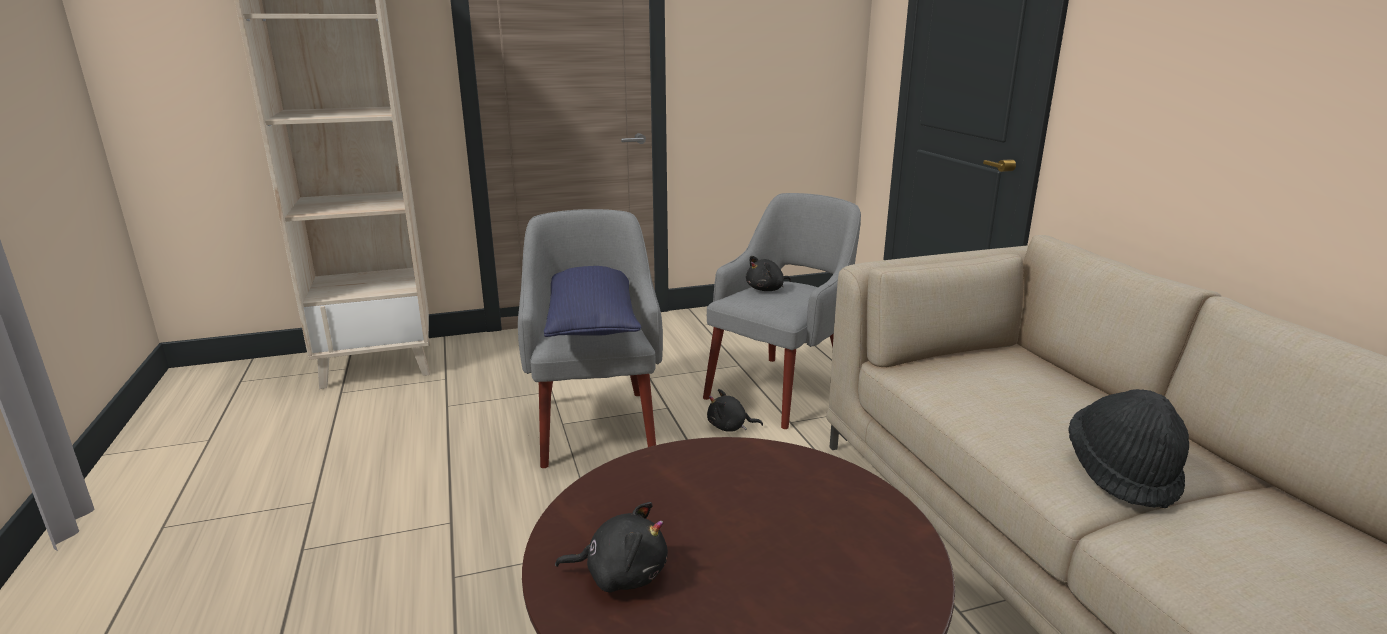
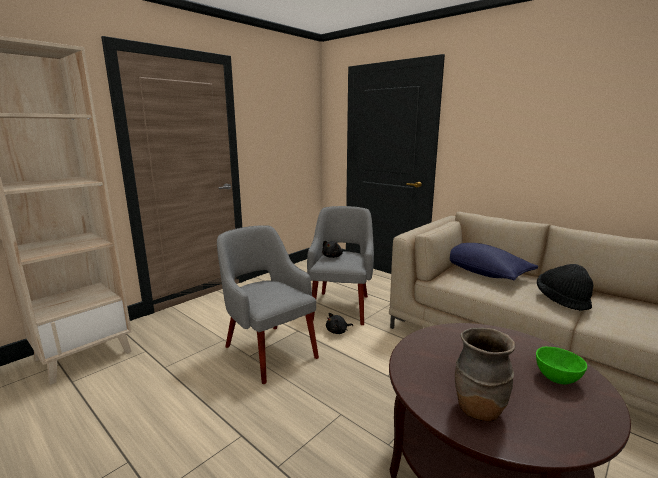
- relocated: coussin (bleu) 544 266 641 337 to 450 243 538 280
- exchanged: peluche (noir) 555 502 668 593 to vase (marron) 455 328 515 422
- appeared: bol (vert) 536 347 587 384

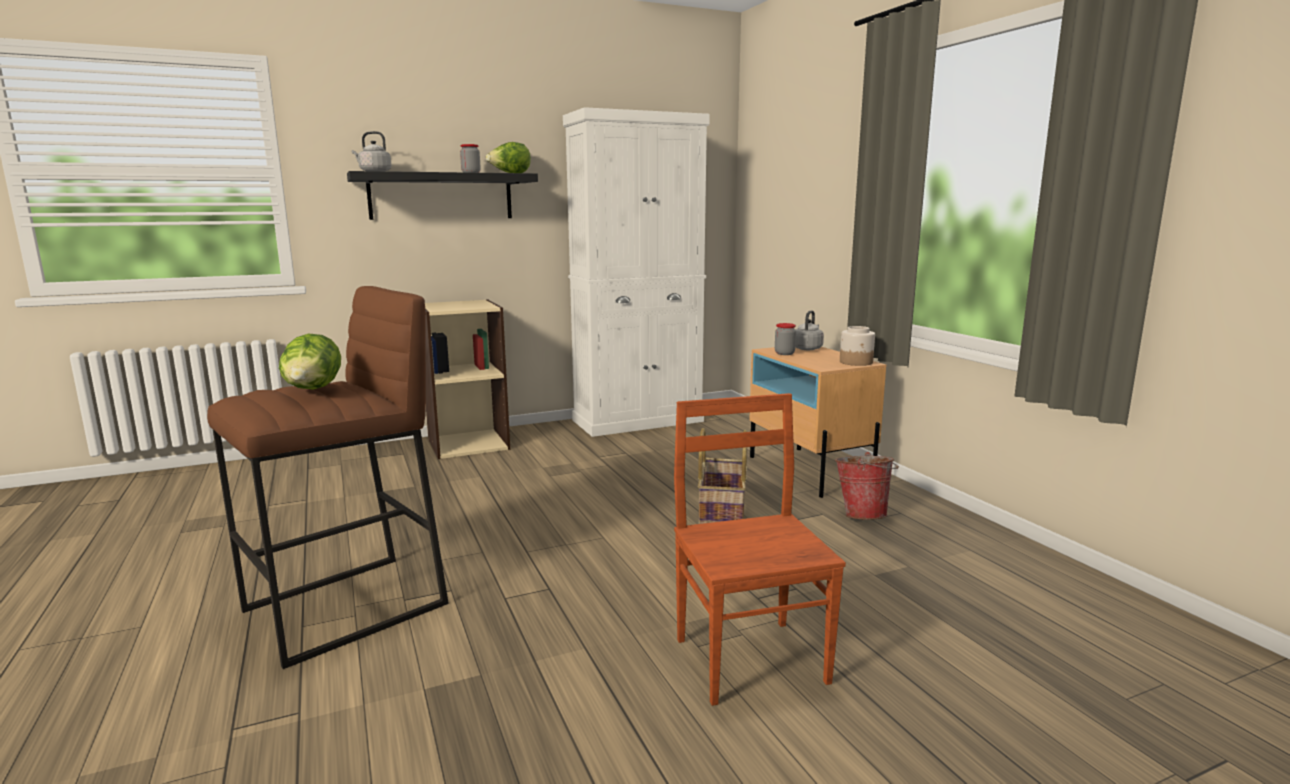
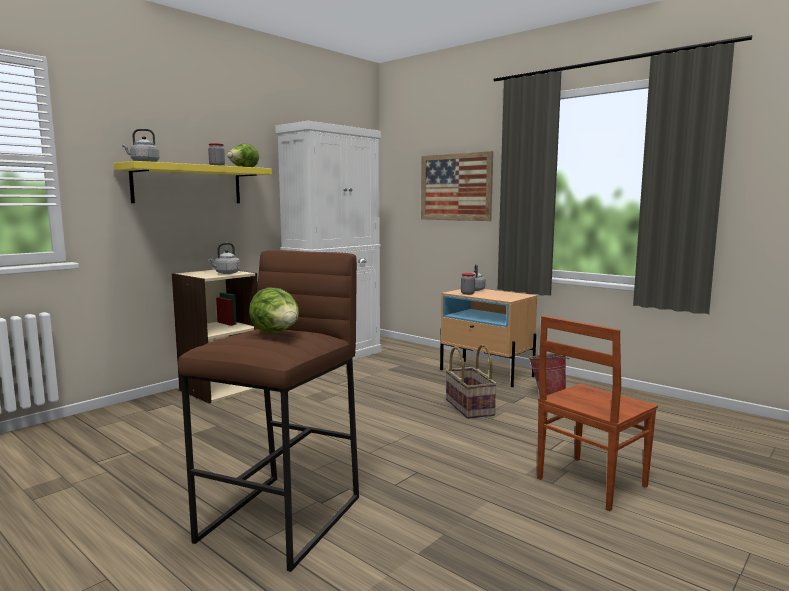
- colour: étagère (noir) 347 171 538 220 to étagère (jaune) 113 161 272 203
- spun: chaise (marron) 674 393 846 706 = 537 316 658 511 90 degrees counterclockwise
- missing: bocal 840 326 875 366
- appeared: bouilloire (gris) 208 243 240 274
- appeared: tableau 421 151 493 221

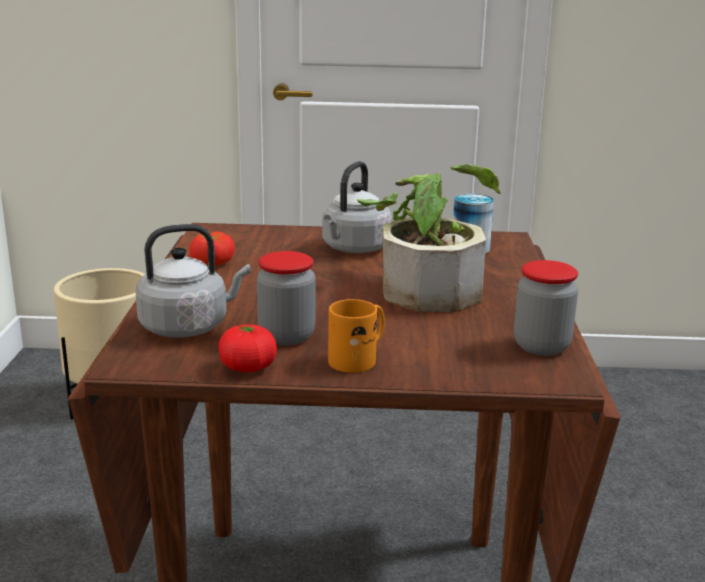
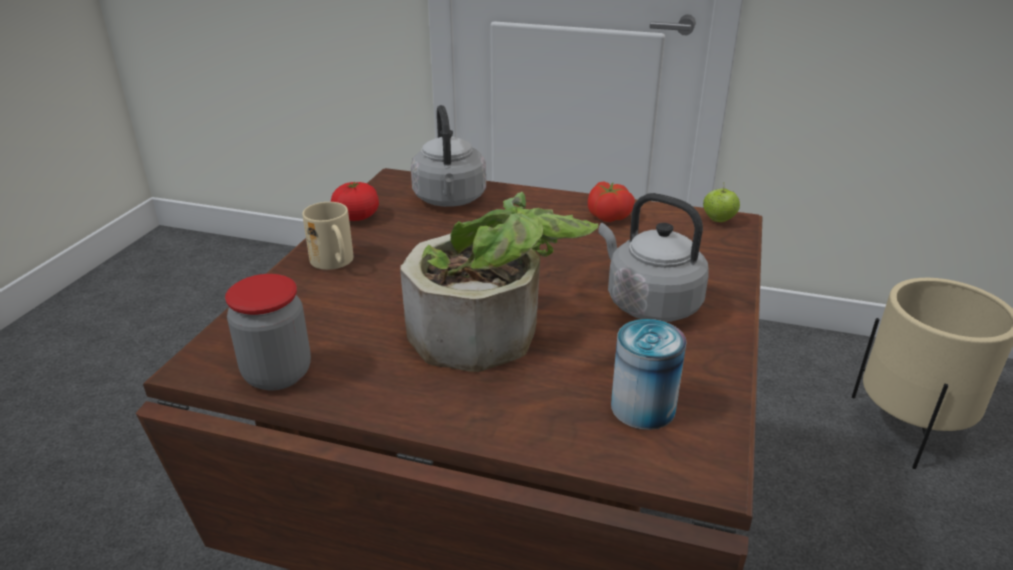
- missing: bocal 257 251 315 345
- colour: mug (orange) 328 299 385 373 to mug (beige) 302 202 354 270
- appeared: pomme 703 182 740 222

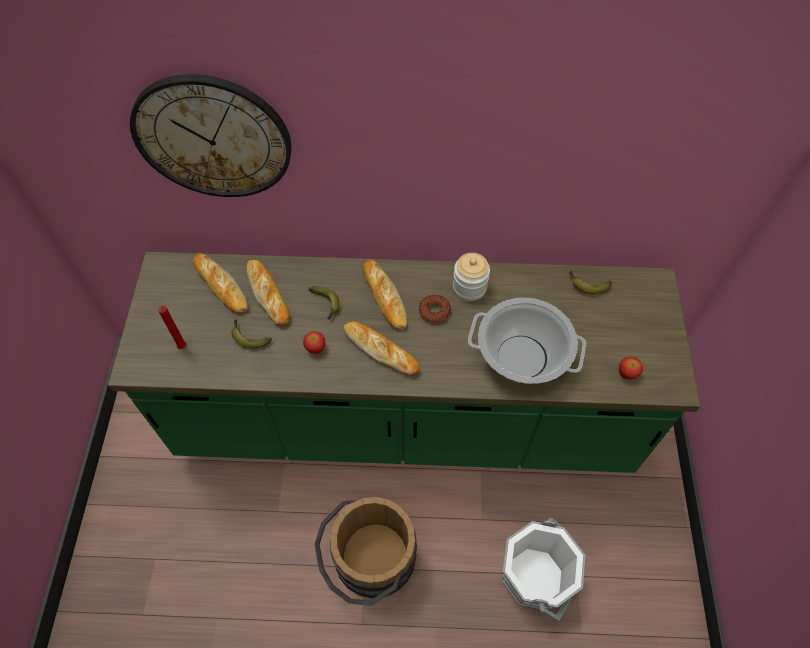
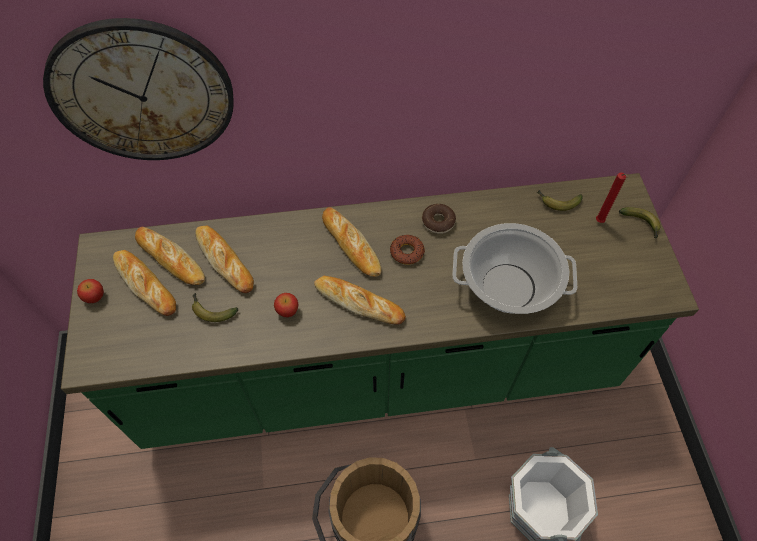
- relocated: bougie (rouge) 158 306 186 349 to 596 173 628 223
- relocated: banane 309 286 340 319 to 619 207 661 239
- exchanged: bocal 453 253 490 301 to beignet 422 204 456 234
- relocated: pomme 619 357 643 379 to 77 279 104 303
- appeared: pain 113 250 176 316

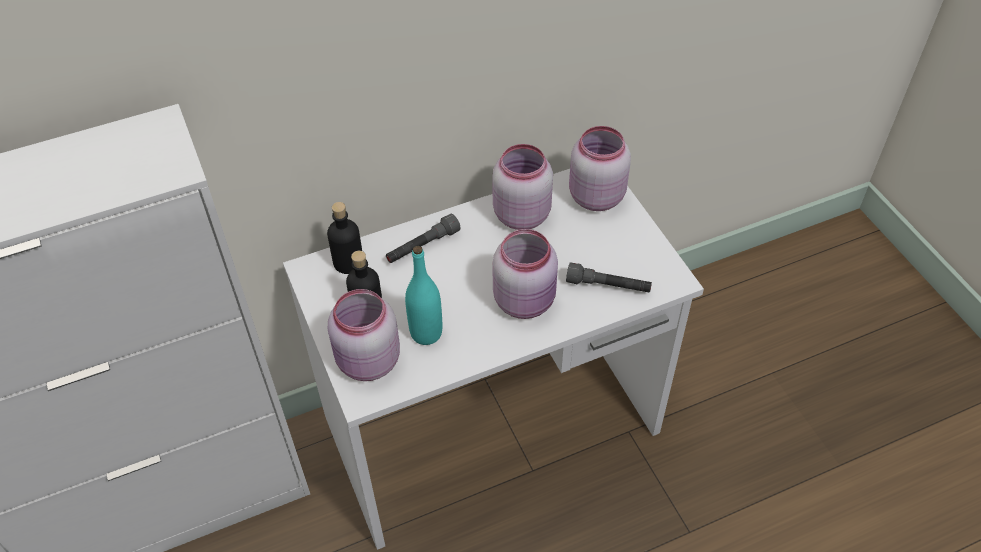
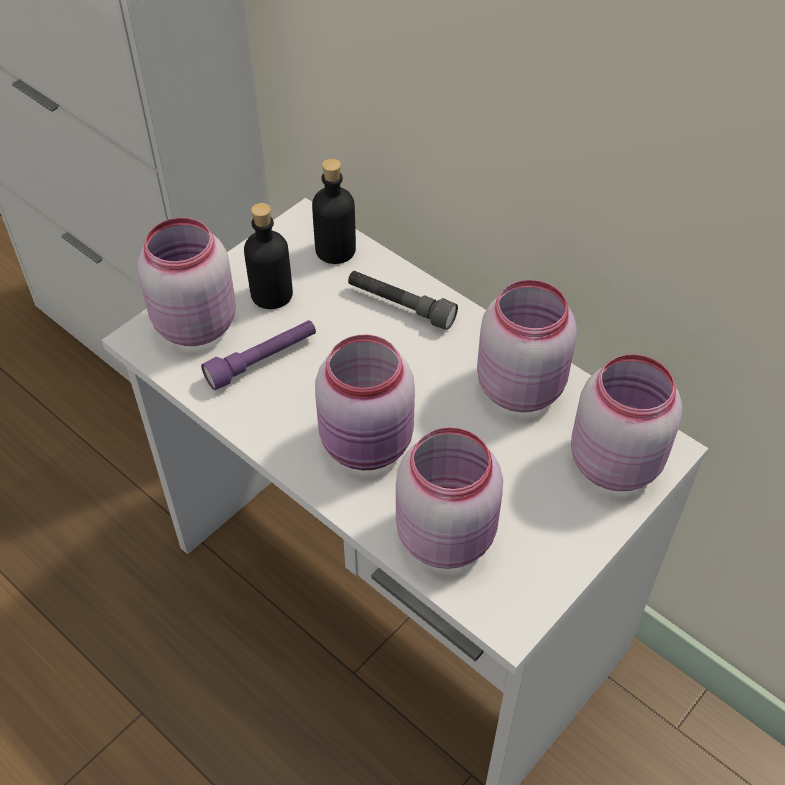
- exchanged: bouteille (turquoise) 405 246 442 345 to lampe de poche (violet) 201 320 316 390
- exchanged: lampe de poche (gris) 566 263 652 293 to bocal (rose) 396 427 503 569

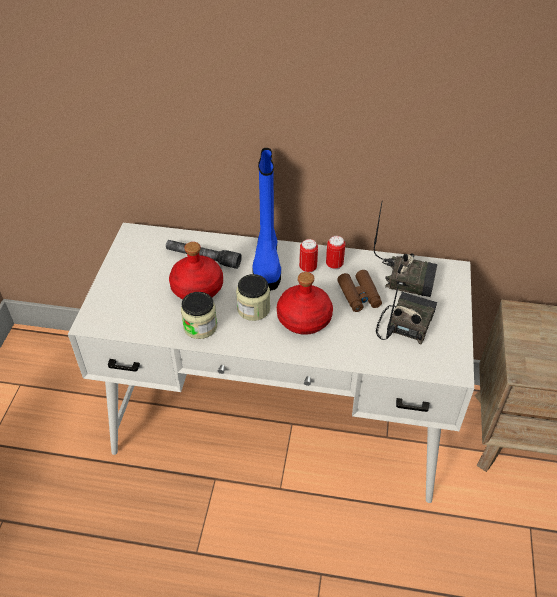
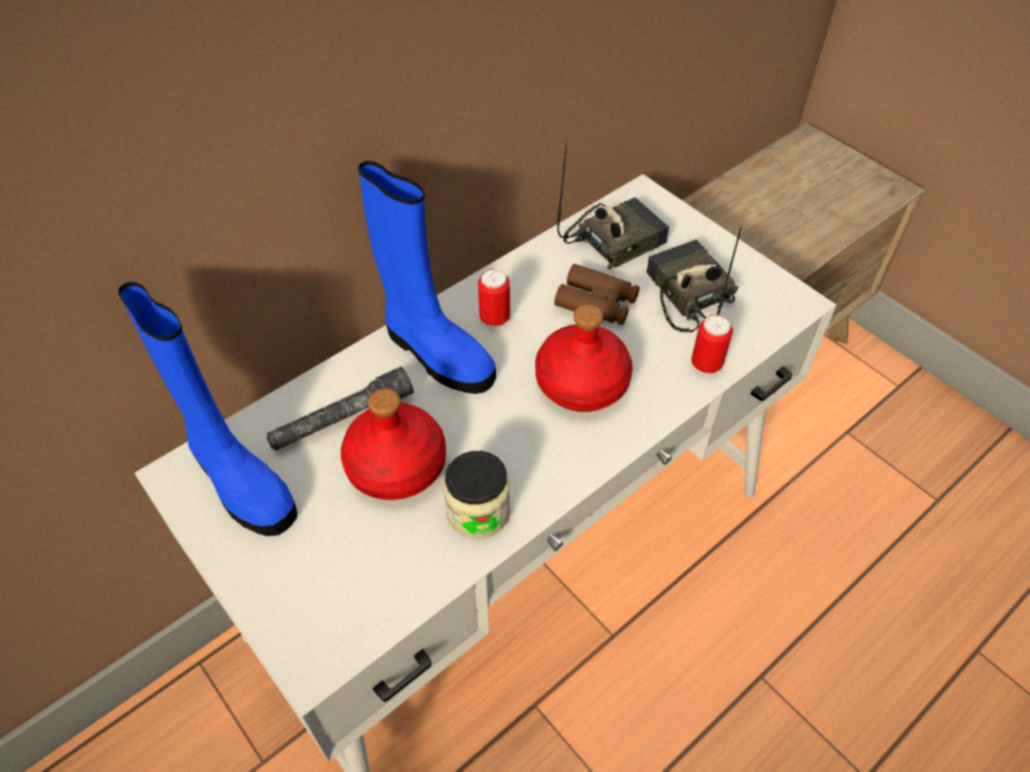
- missing: bocal 236 274 270 321
- relocated: boîte métallique 326 236 346 270 to 691 315 733 375
- appeared: botte (bleu) 118 282 297 536

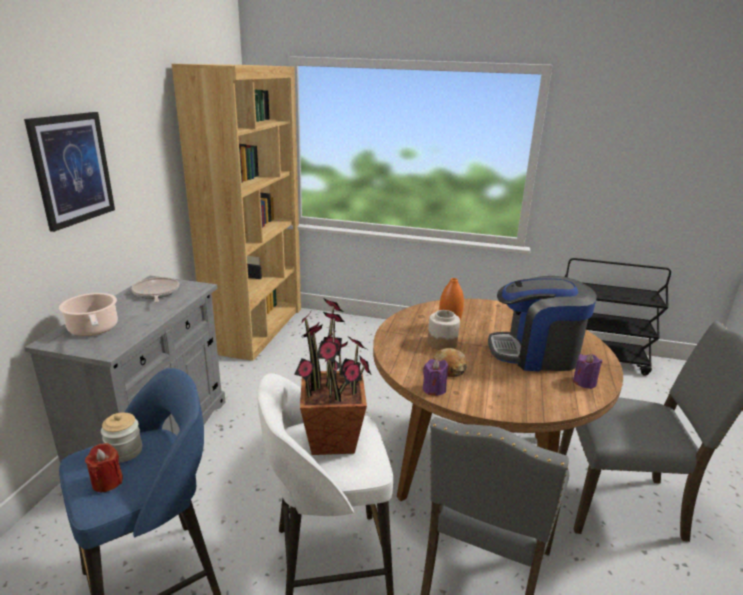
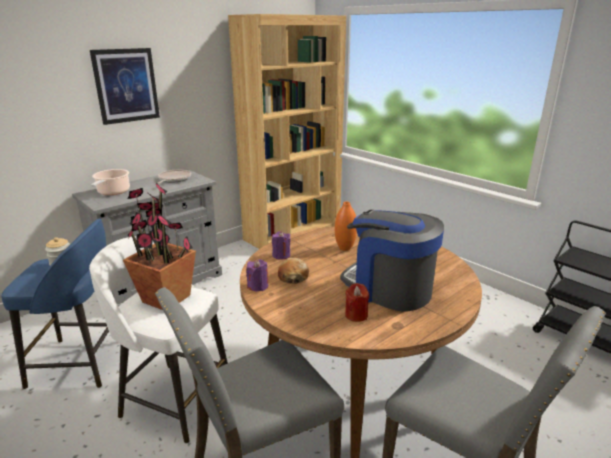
- relocated: bougie (rouge) 85 443 123 493 to 345 283 369 322
- missing: bocal 427 310 460 350
- relocated: bougie (violet) 573 354 602 389 to 272 231 291 259

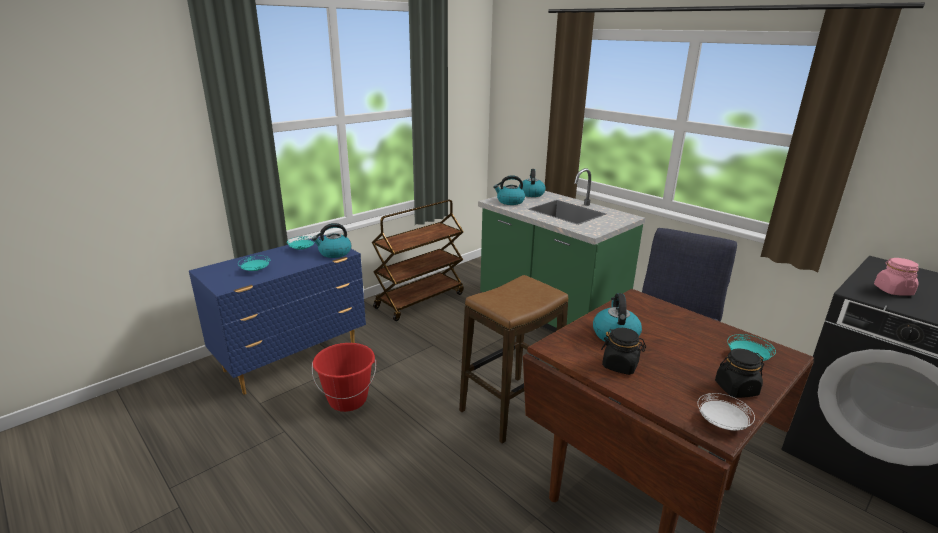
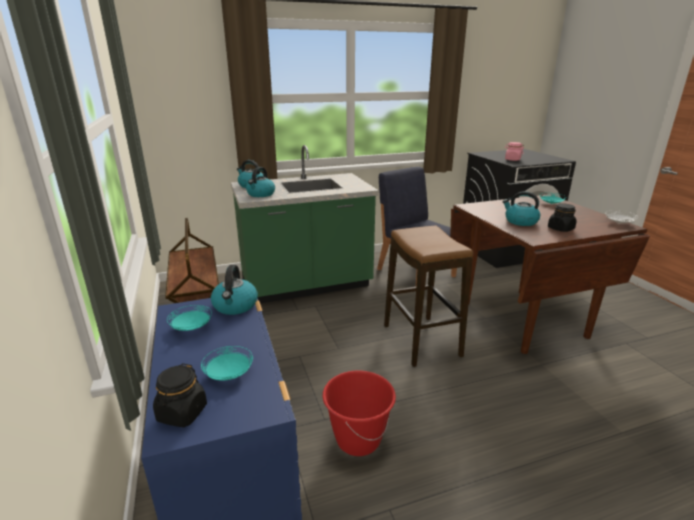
- relocated: bocal (noir) 715 348 764 398 to 153 363 207 427

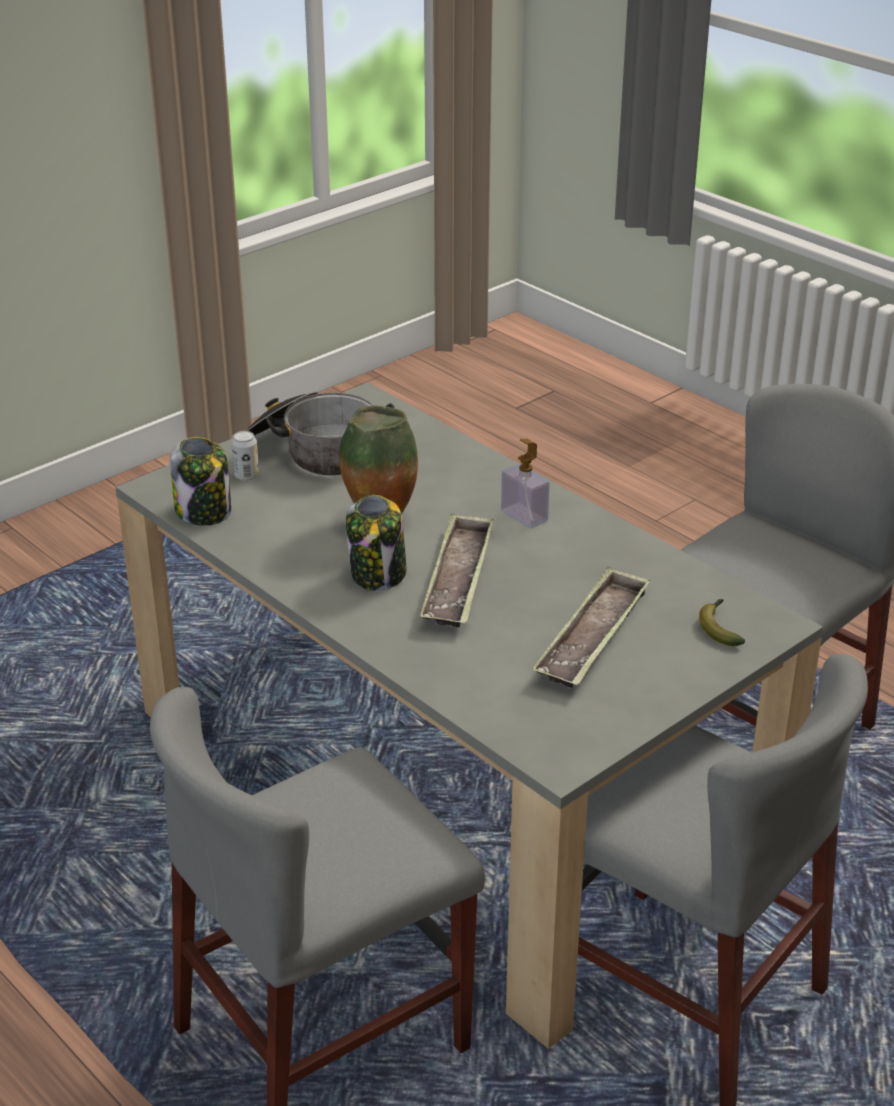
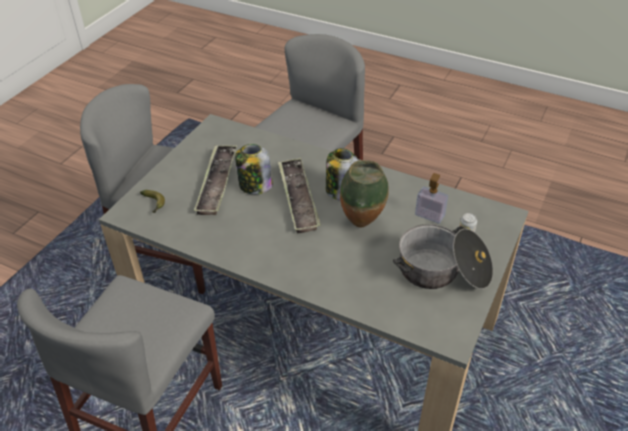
- relocated: bocal 170 437 231 526 to 235 144 273 194
- relocated: distributeur de savon 501 438 550 529 to 415 173 448 224

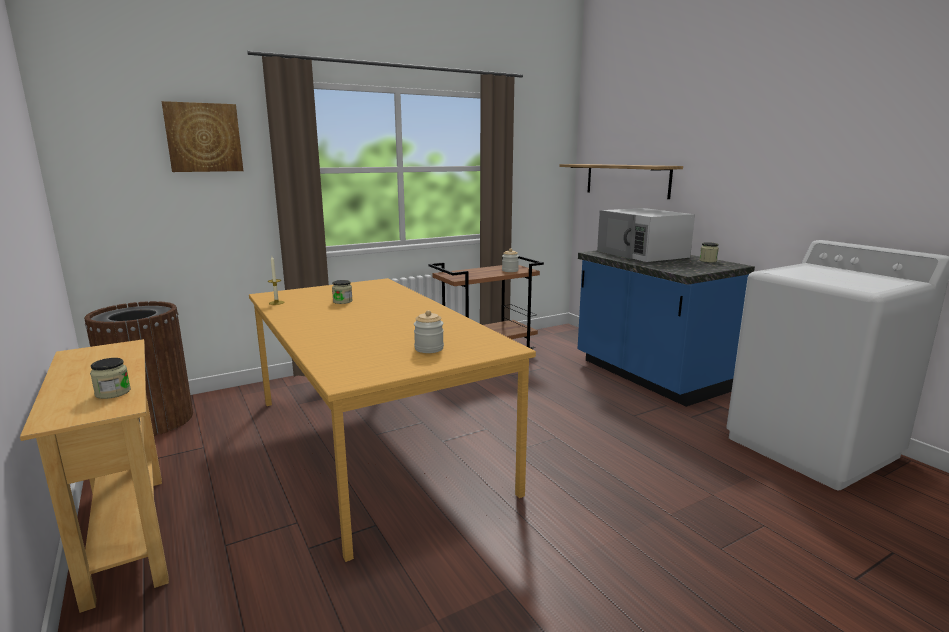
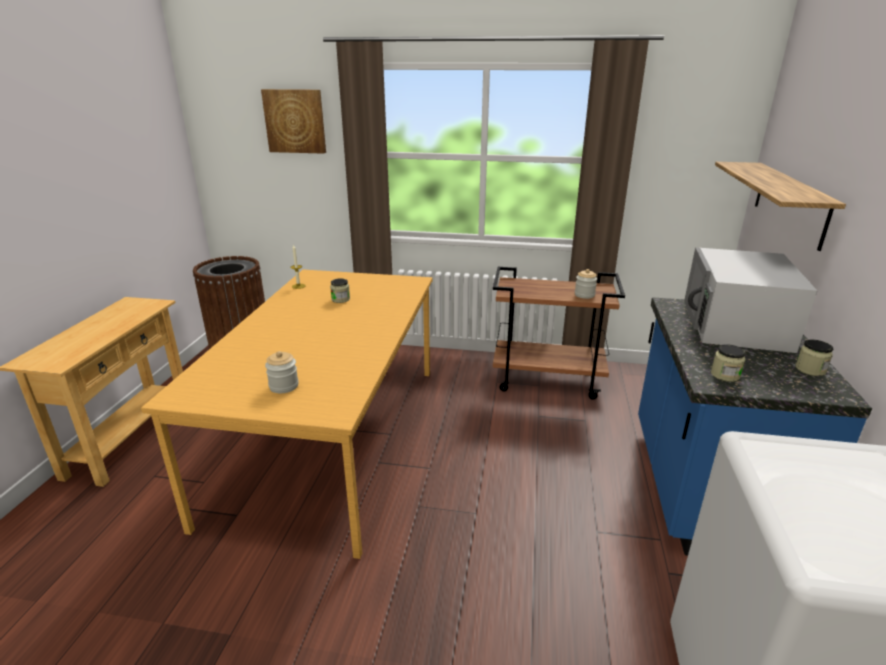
- relocated: bocal 90 358 131 399 to 711 344 745 382

